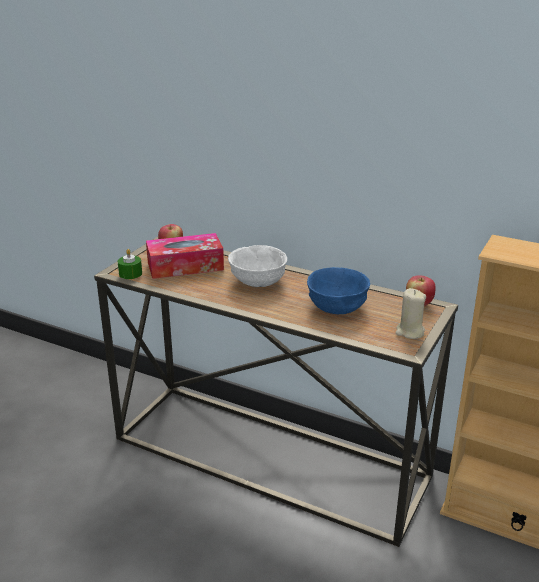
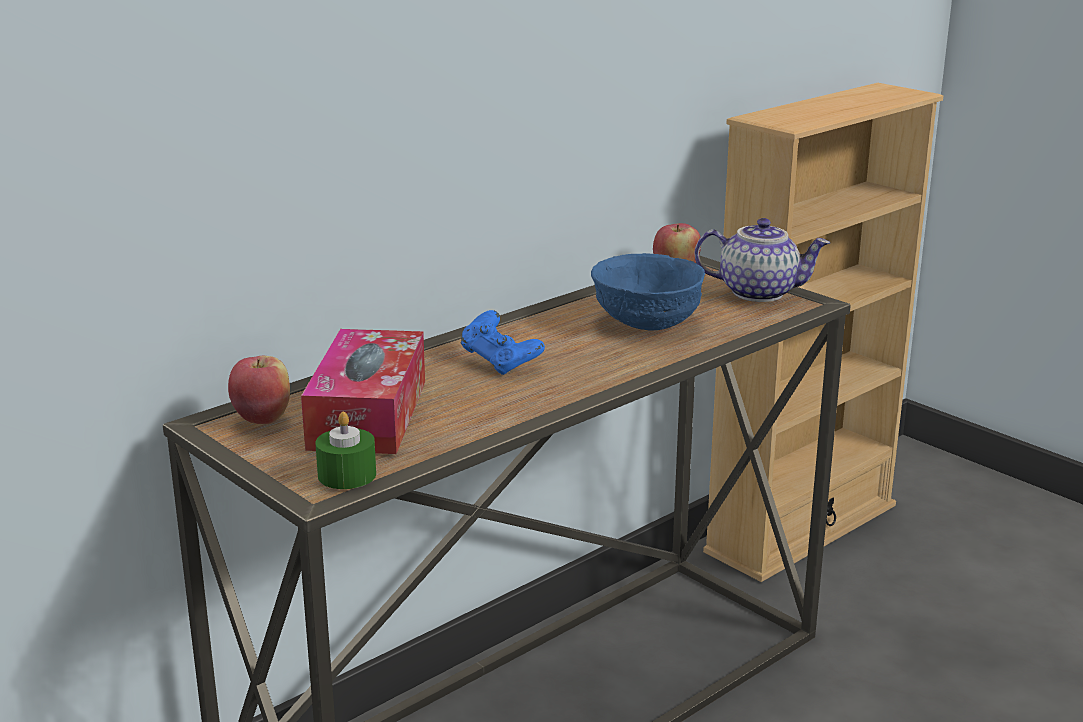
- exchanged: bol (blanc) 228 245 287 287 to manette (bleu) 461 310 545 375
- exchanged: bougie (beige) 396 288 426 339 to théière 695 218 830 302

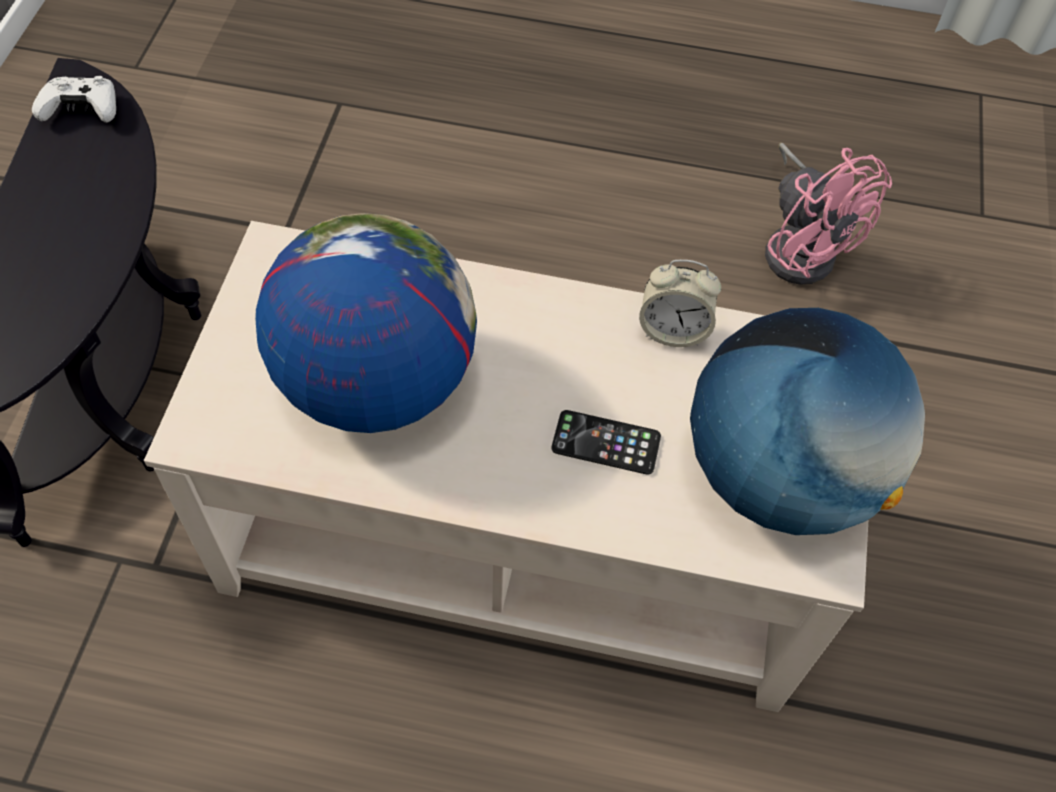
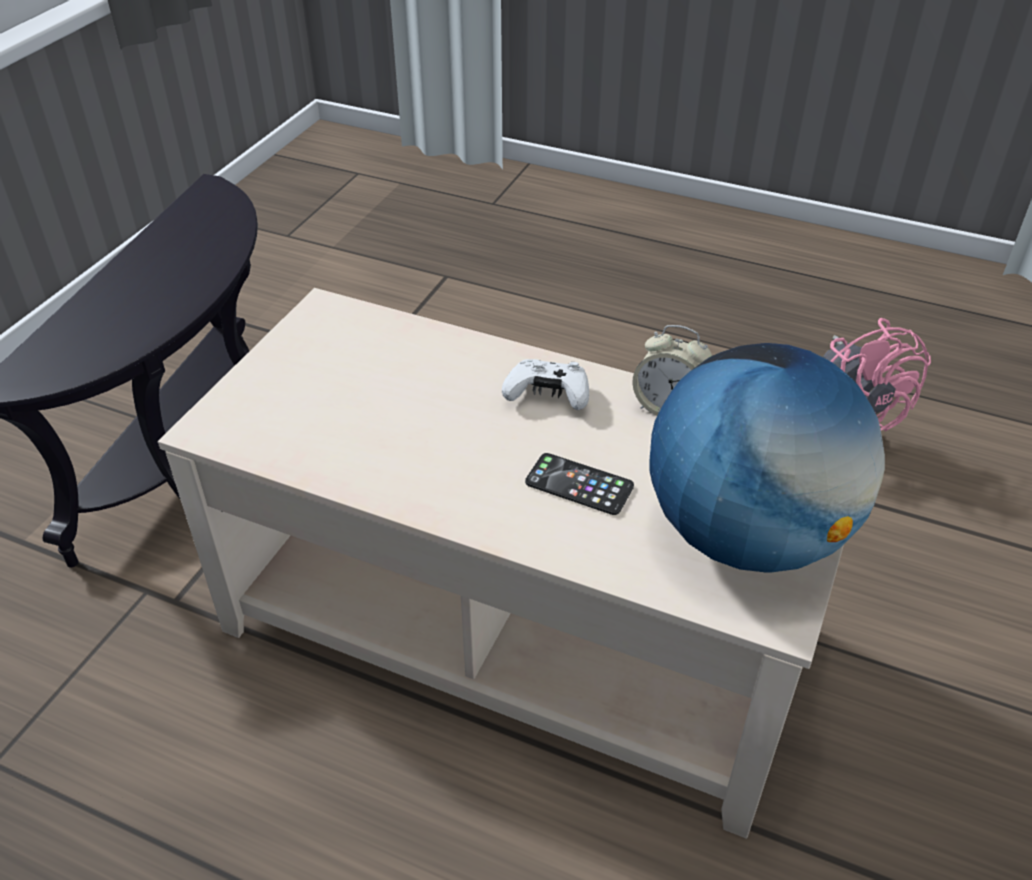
- relocated: manette (blanc) 32 76 116 122 to 502 359 589 410
- missing: globe 255 213 477 433

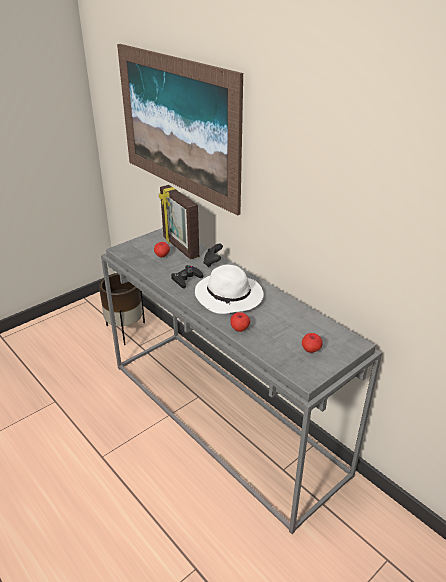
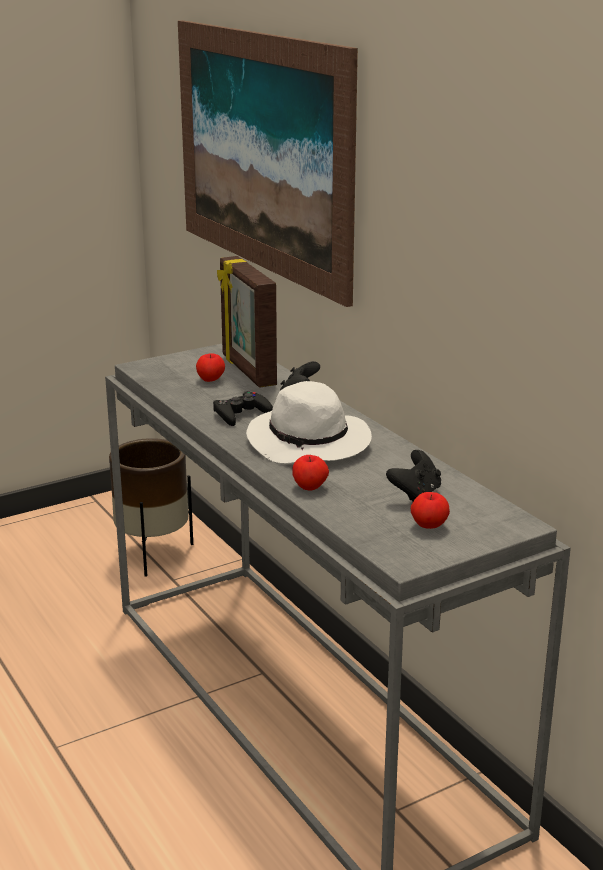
- appeared: manette (noir) 386 450 441 502

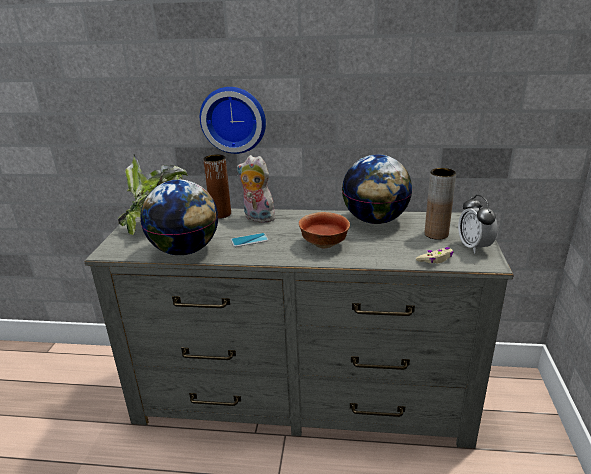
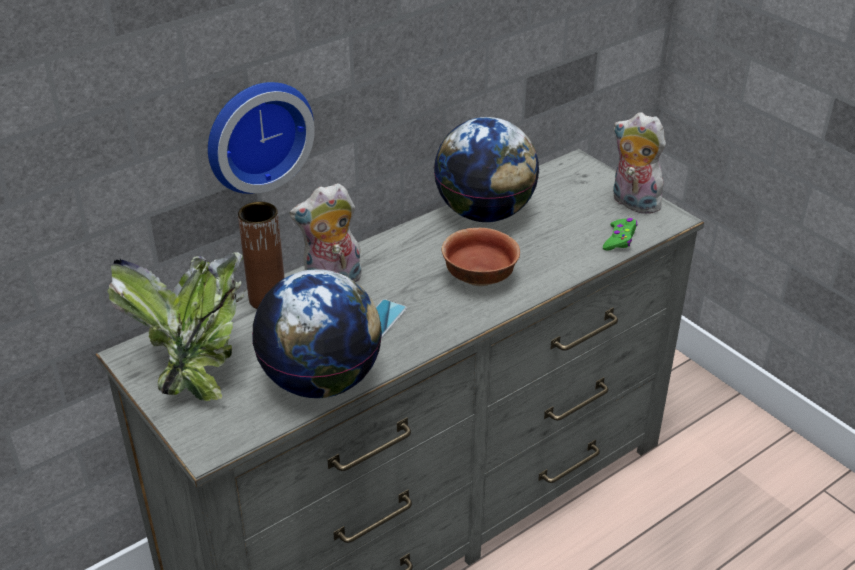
- colour: manette (beige) 416 247 454 264 to manette (vert) 603 218 637 251
- missing: vase (marron) 425 168 456 240
- exchanged: réveil 458 195 498 254 to peluche 613 112 666 214

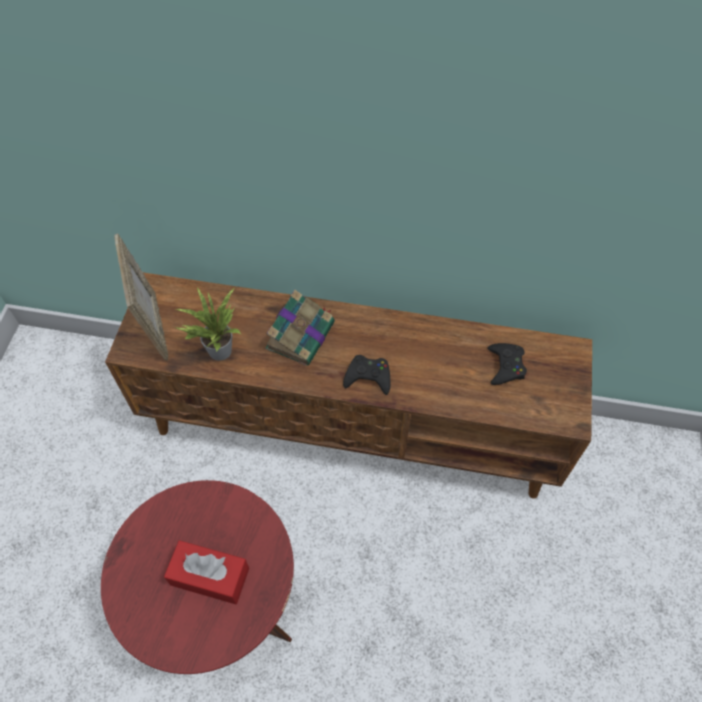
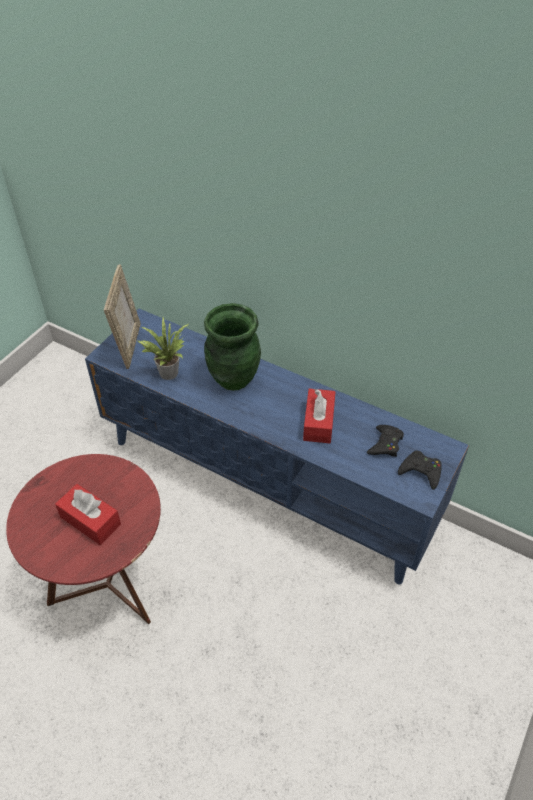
- colour: meuble télé (marron) 105 273 592 498 to meuble télé (bleu) 85 309 469 584
- exchanged: livre 265 290 335 366 to vase (vert) 204 303 261 391
- relocated: manette (noir) 343 355 390 395 to 398 451 442 490
- appeared: boîte à mouchoirs (rouge) 303 389 336 443

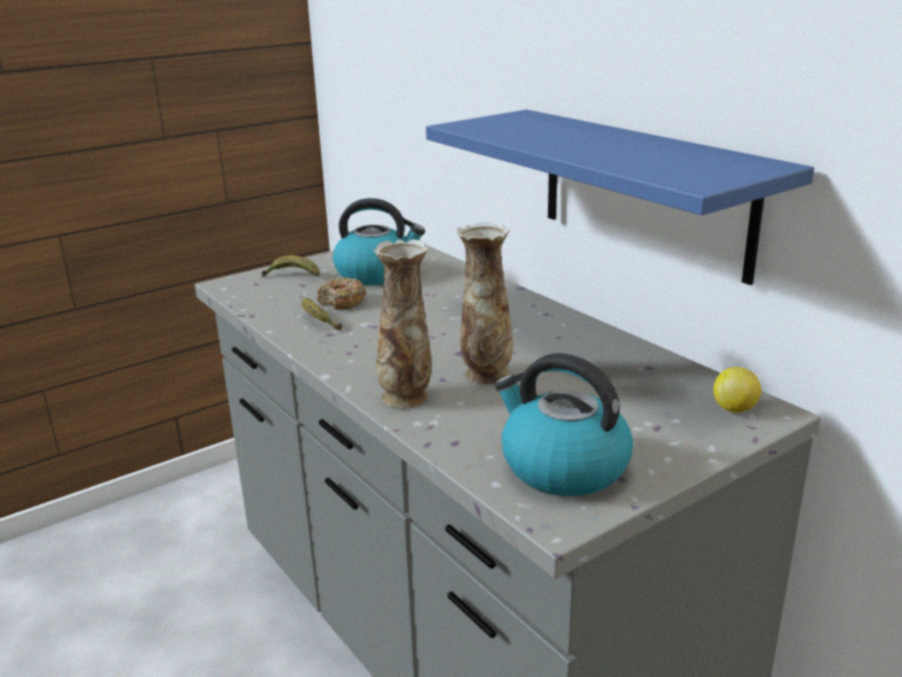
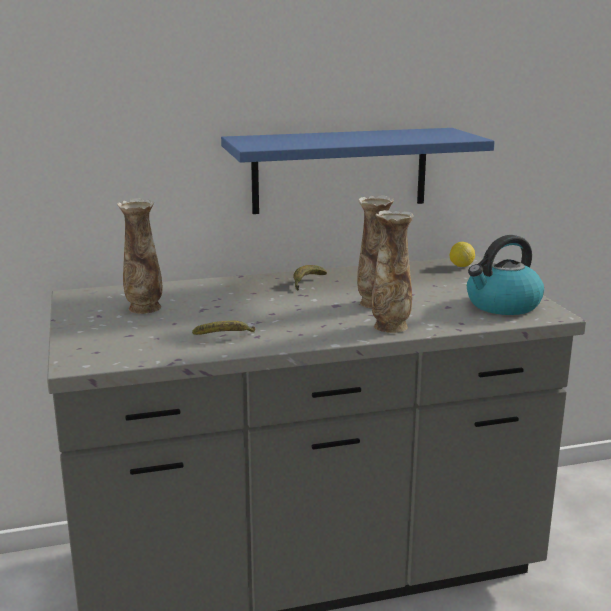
- relocated: banane 261 256 320 277 to 294 265 327 291
- missing: beignet 317 277 366 309
- exchanged: bouilloire 333 198 425 285 to vase 117 198 163 314

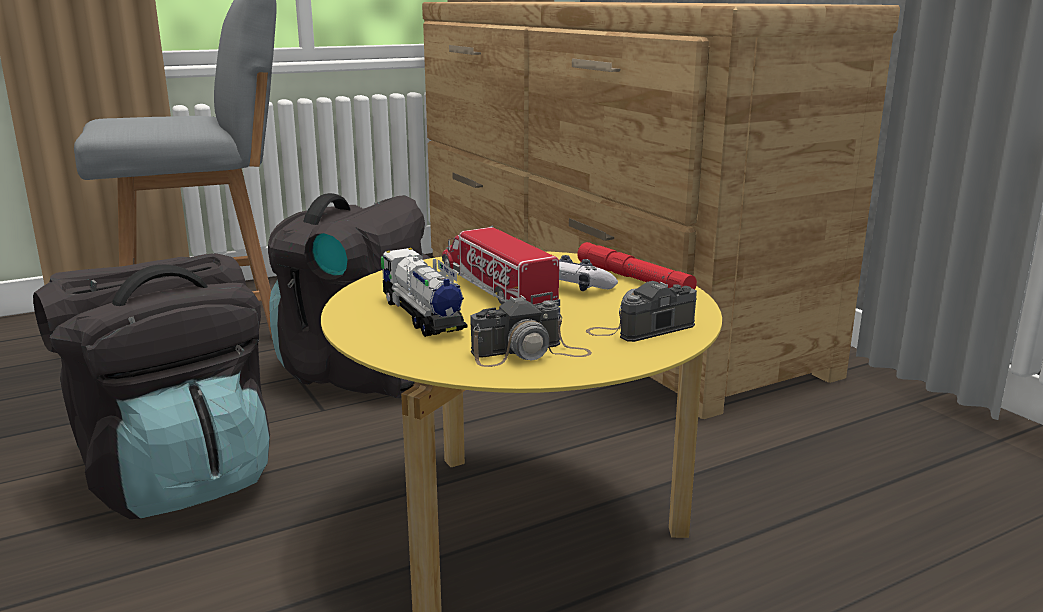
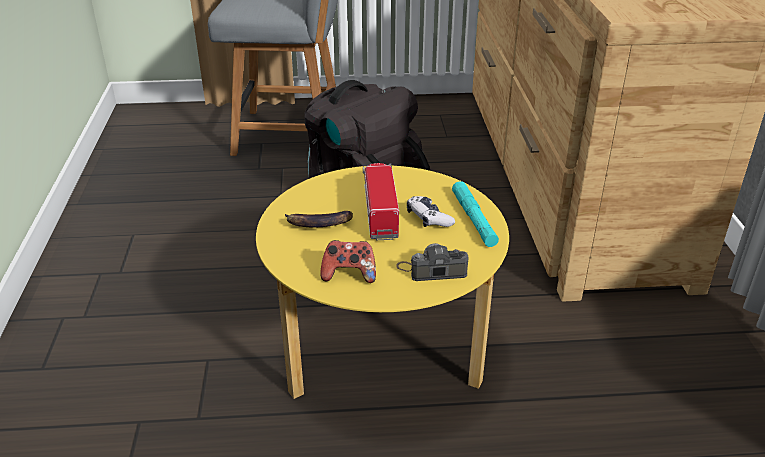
- missing: sac à dos (noir) 33 253 270 519
- exchanged: camion jouet 381 248 468 337 to banane 285 211 353 228
- exchanged: appareil photo 470 295 592 367 to manette 320 240 376 283
- colour: lampe de poche (rouge) 577 242 697 289 to lampe de poche (turquoise) 452 181 499 247

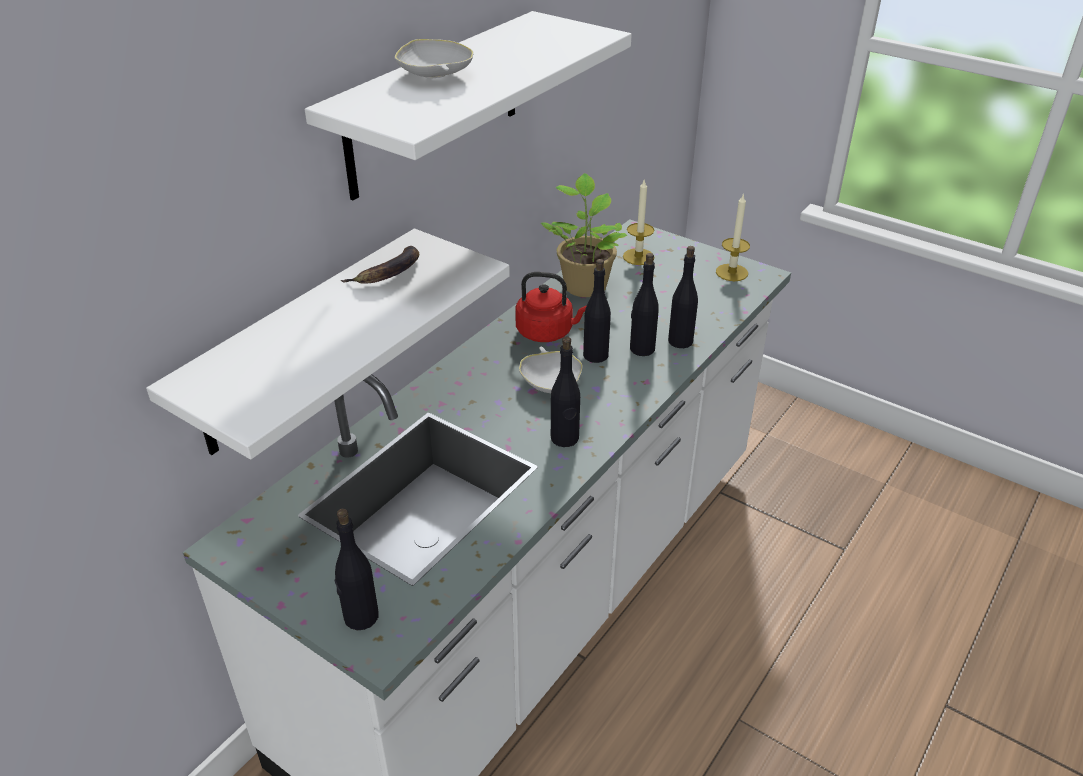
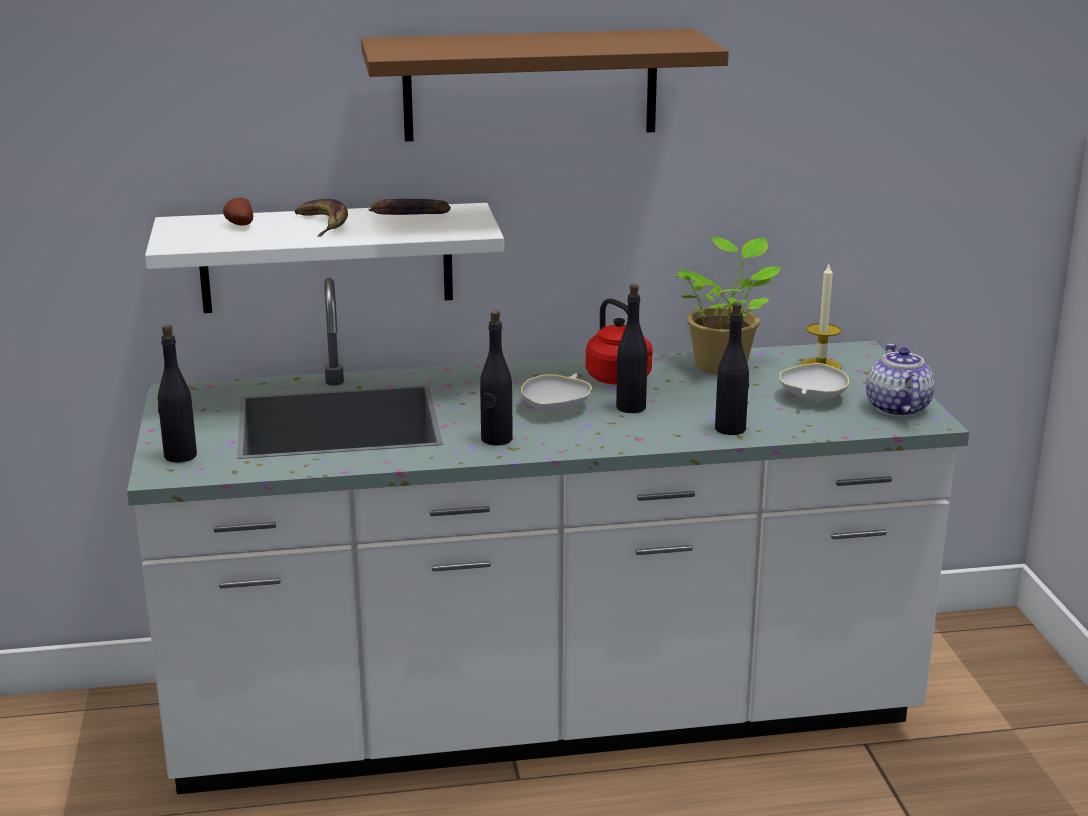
- colour: étagère (blanc) 305 11 632 200 to étagère (marron) 361 29 729 142
- relocated: bol (blanc) 395 39 474 79 to 779 363 849 400
- missing: bouteille (noir) 630 253 659 356
- exchanged: bougie 716 193 750 281 to théière 866 344 935 417
- appeared: pomme de terre 223 197 253 226
- appeared: banane 295 199 348 237

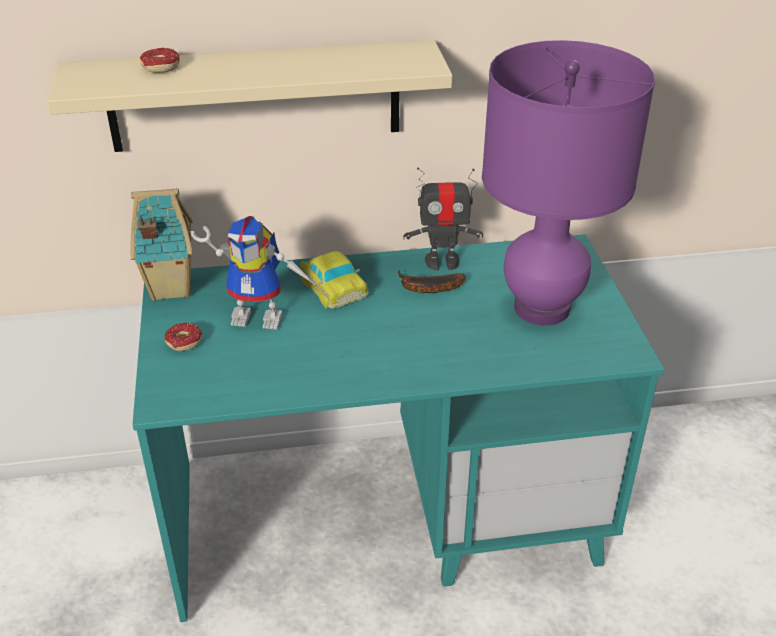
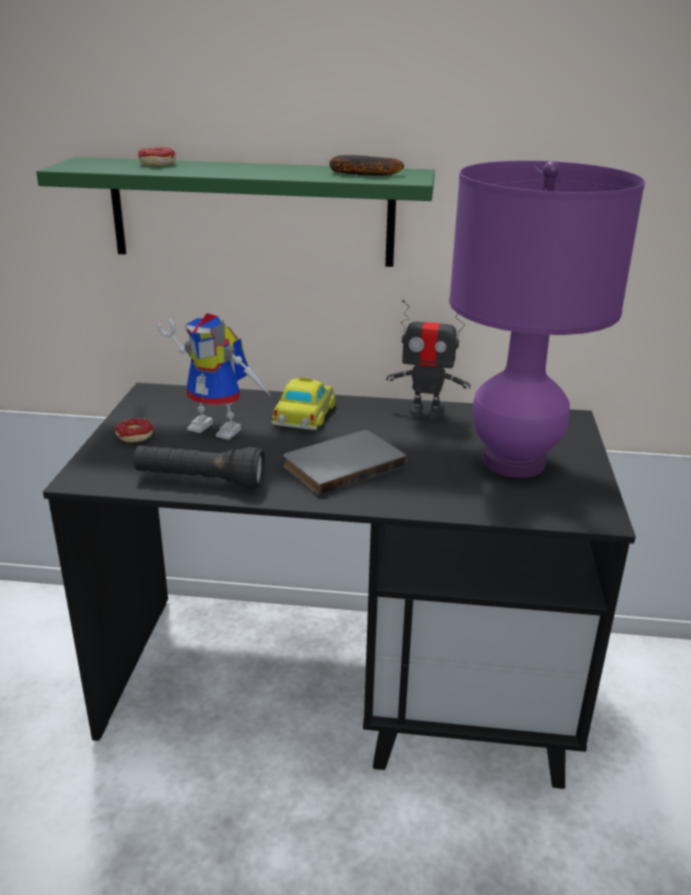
- colour: étagère (beige) 47 40 452 152 to étagère (vert) 36 157 435 267
- missing: maison miniature 130 188 193 301
- colour: bureau (turquoise) 133 234 665 622 to bureau (noir) 43 383 636 789
- spun: petite voiture 299 251 369 309 = 272 378 335 430 150 degrees counterclockwise
- relocated: banane 398 270 466 293 to 330 155 404 176
- appeared: lampe de poche (noir) 133 445 265 489
- appeared: livre (gris) 283 430 407 496

